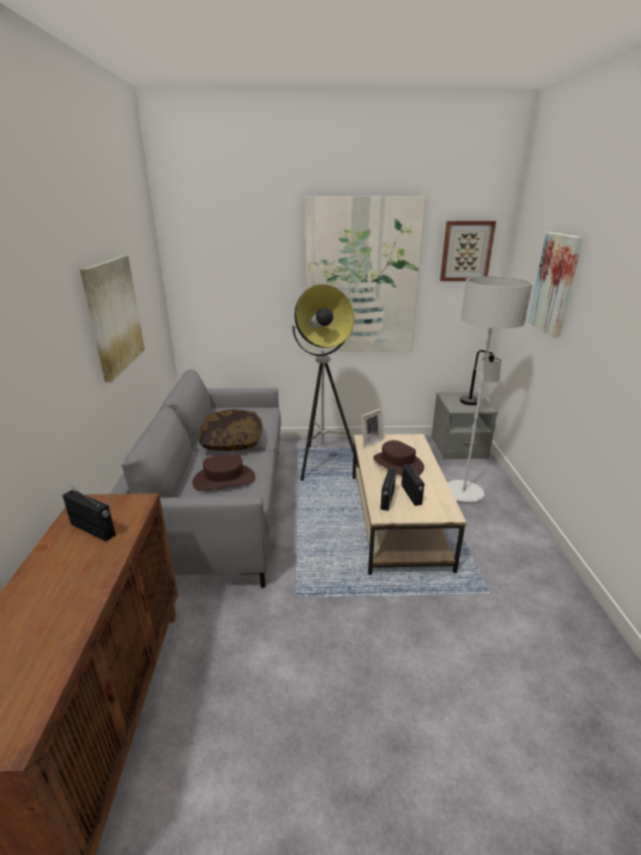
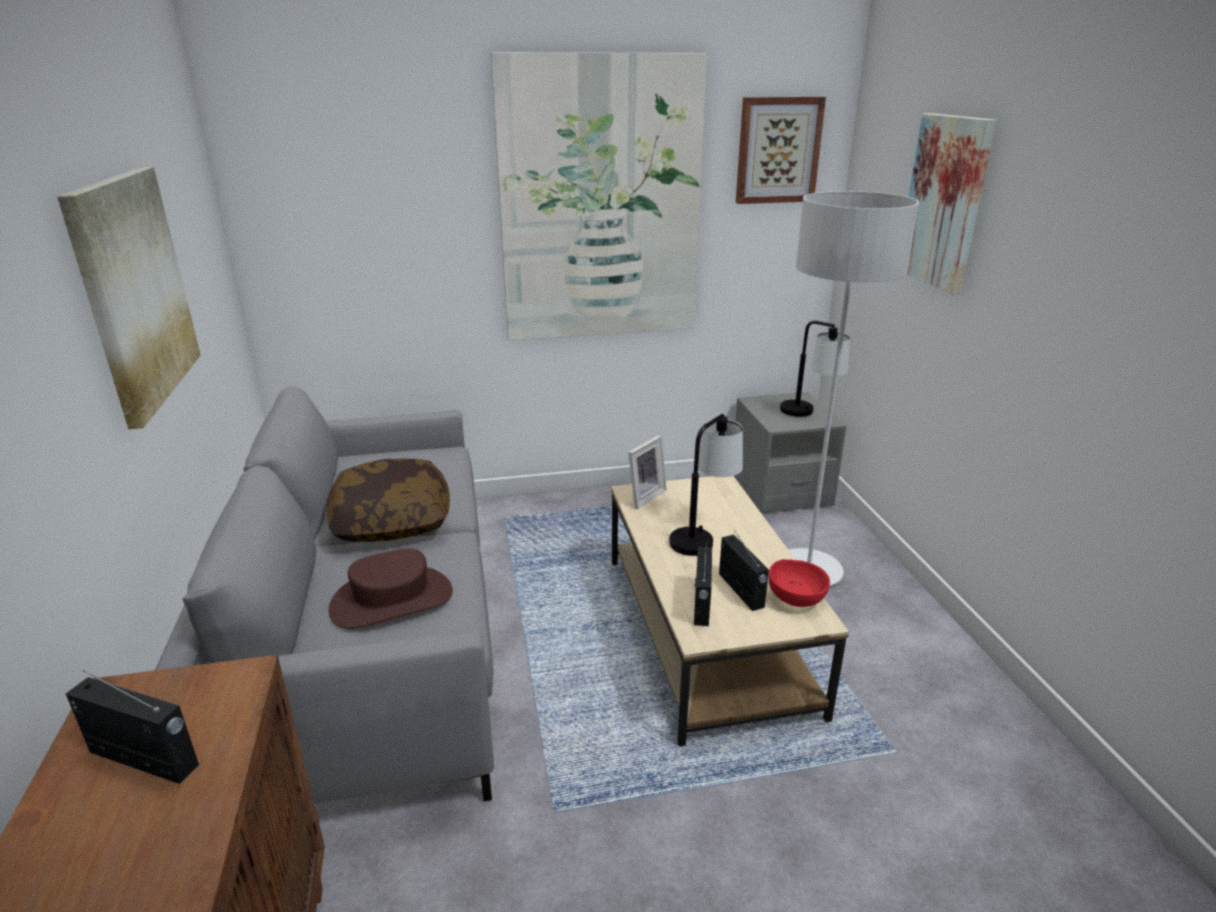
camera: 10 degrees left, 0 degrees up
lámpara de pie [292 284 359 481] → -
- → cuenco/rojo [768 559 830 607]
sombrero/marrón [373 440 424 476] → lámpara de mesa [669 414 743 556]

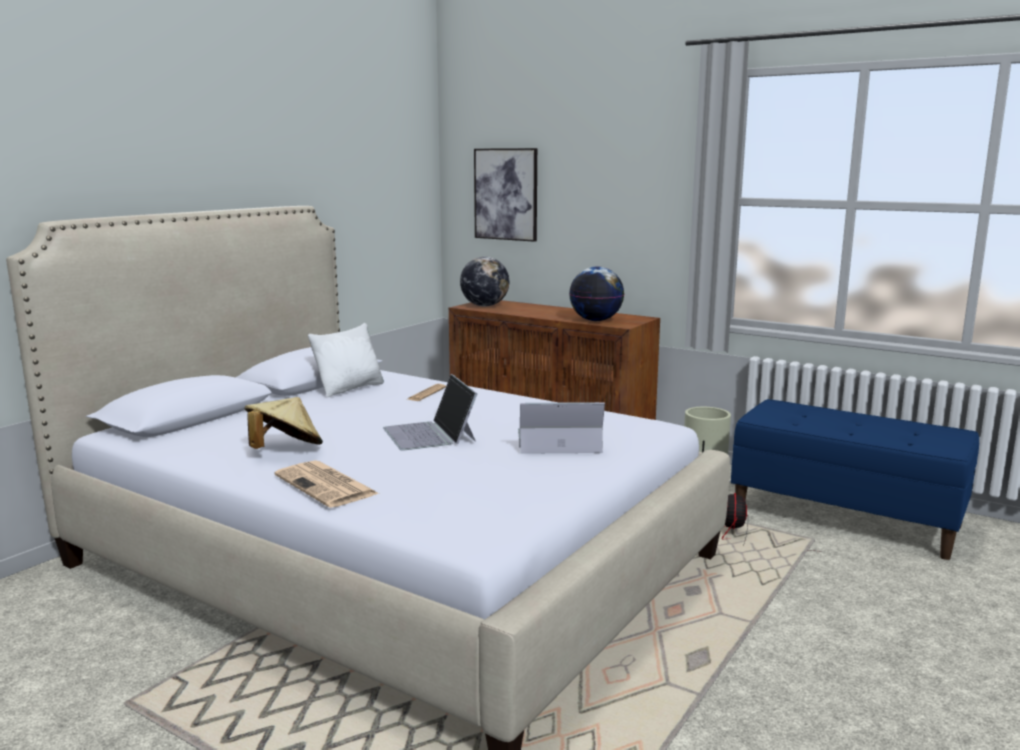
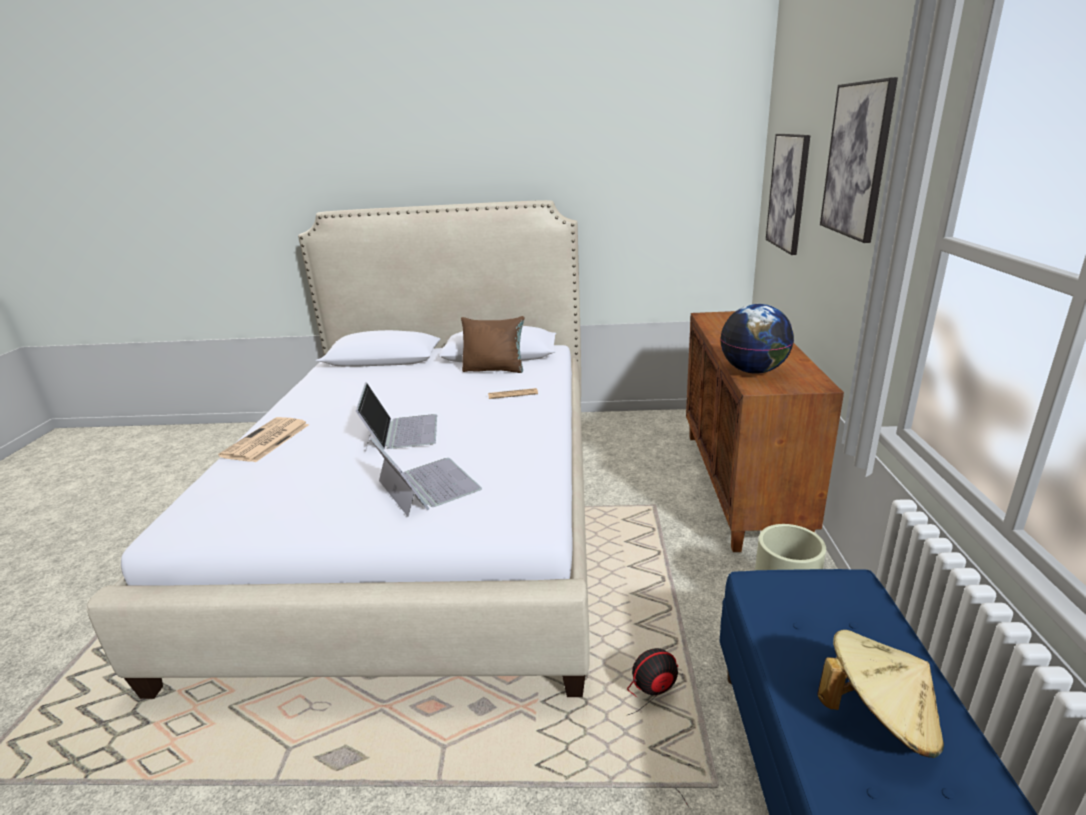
camera: 60 degrees right, 10 degrees up
globo terráqueo [460 257 509 306] → -
- → cuadro [820 77 898 243]
sombrero/beis [245 397 323 449] → sombrero/beis [817 630 944 758], move
cojín/blanco [308 323 384 397] → cojín/marrón [461 316 524 373]
portátil [383 374 477 451] → portátil [356 382 437 452], 135 degrees clockwise

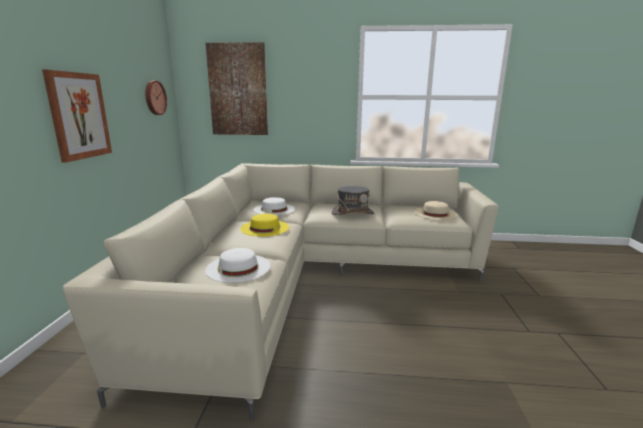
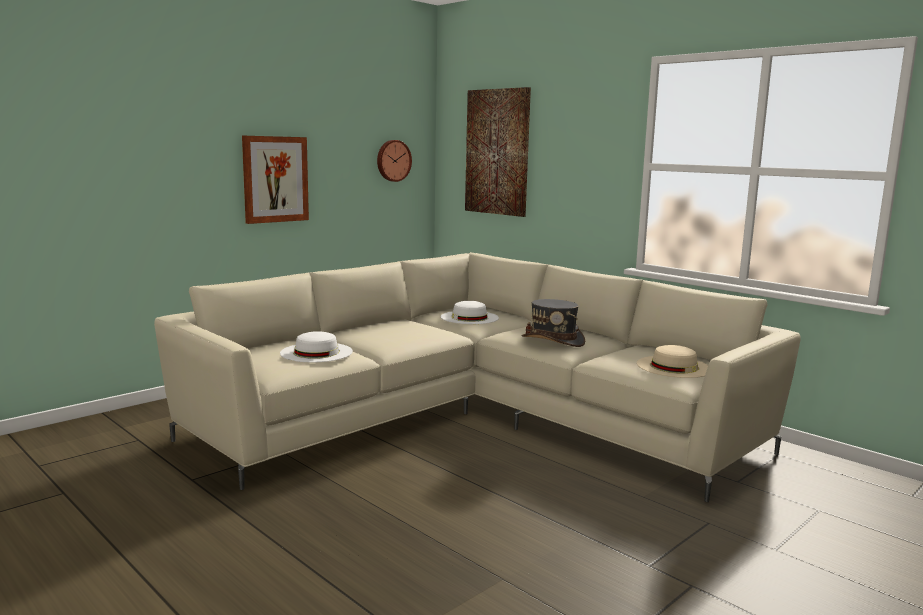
camera: 40 degrees right, 5 degrees down
sombrero/amarillo [240 213 289 237] → -

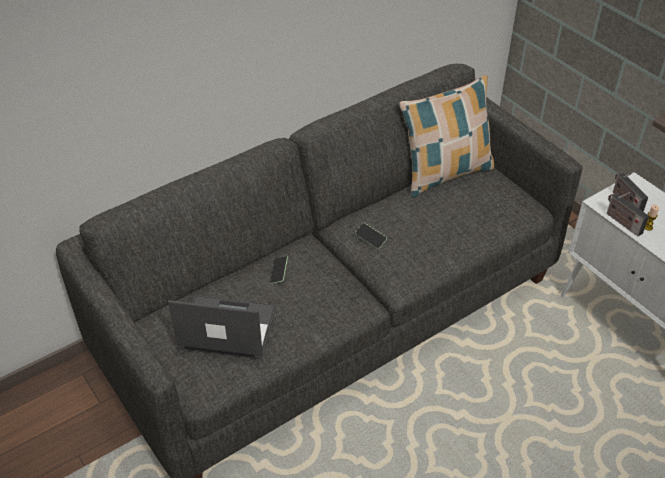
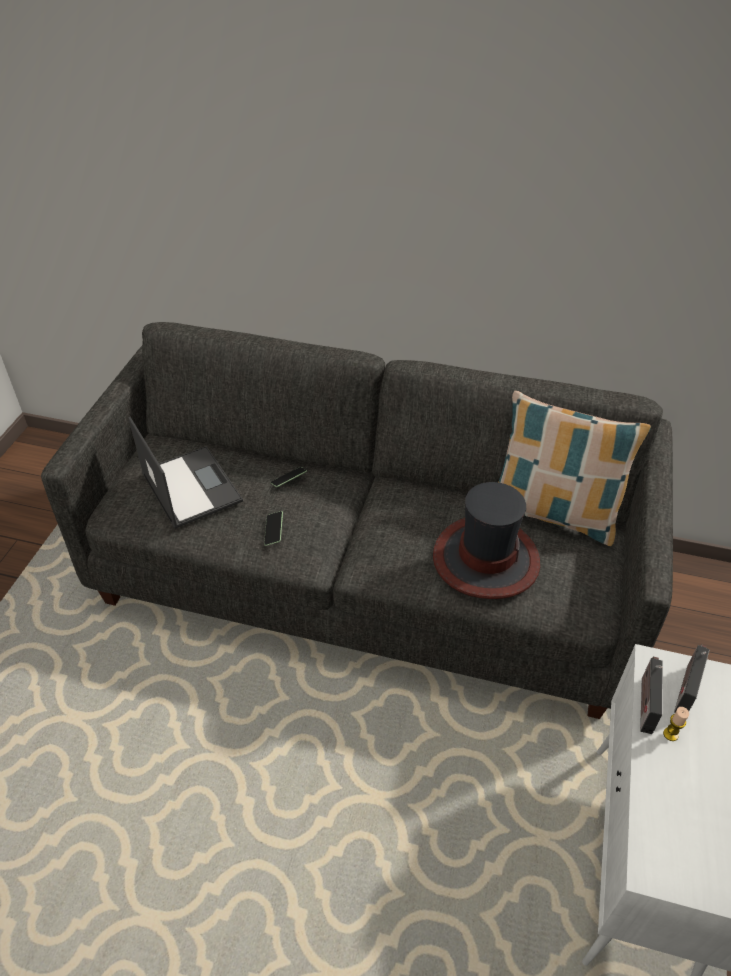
camera: 50 degrees right, 0 degrees up
- → sombrero [433 482 540 599]
móvil [355 223 387 249] → móvil [264 511 283 546], move

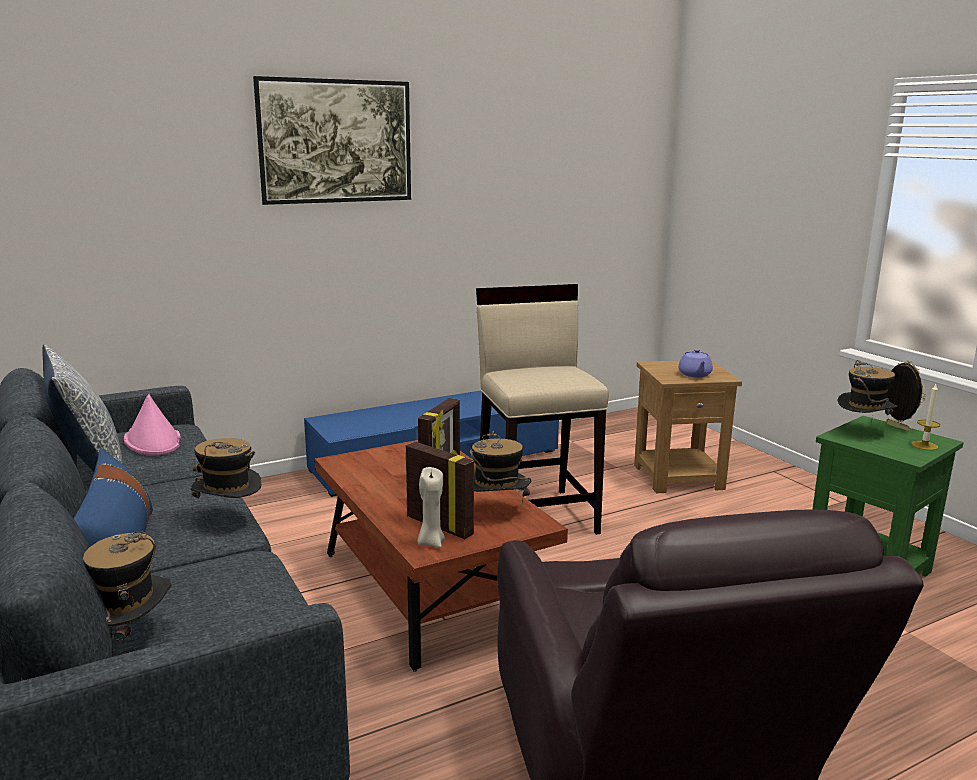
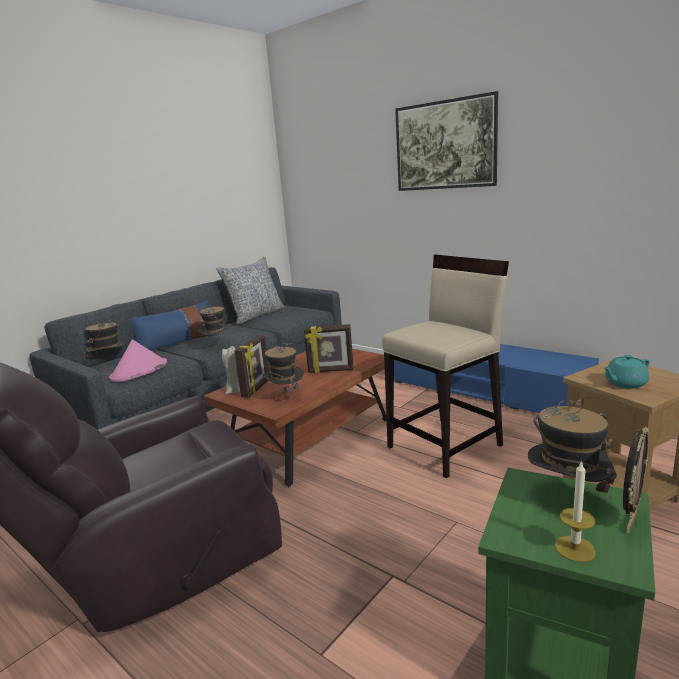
camera: 70 degrees right, 0 degrees up
sombrero/rosa [124 394 181 456] → sombrero/rosa [109 339 167 382], move
tetera/morado [678 349 713 377] → tetera/turquesa [603 355 650 389]

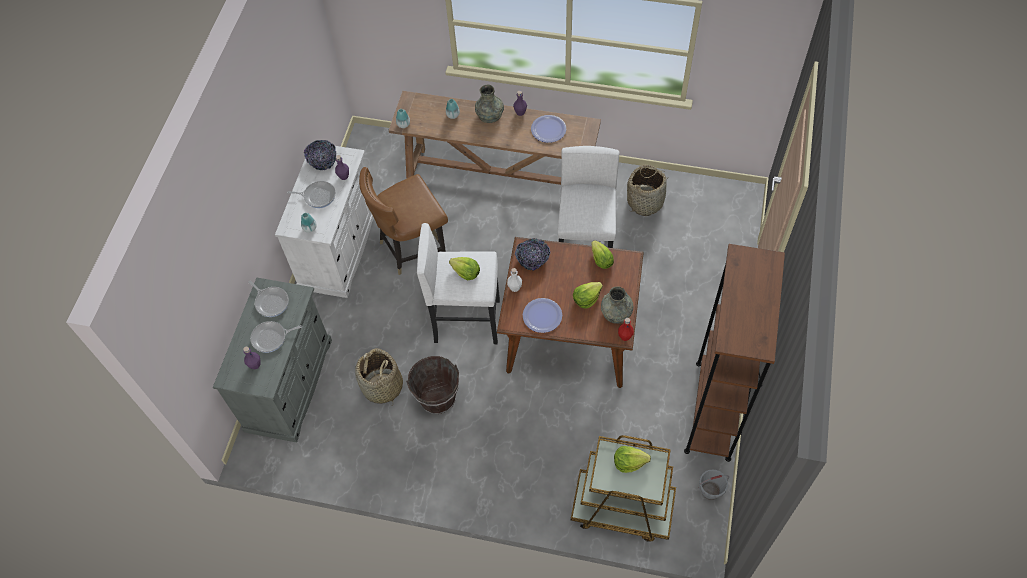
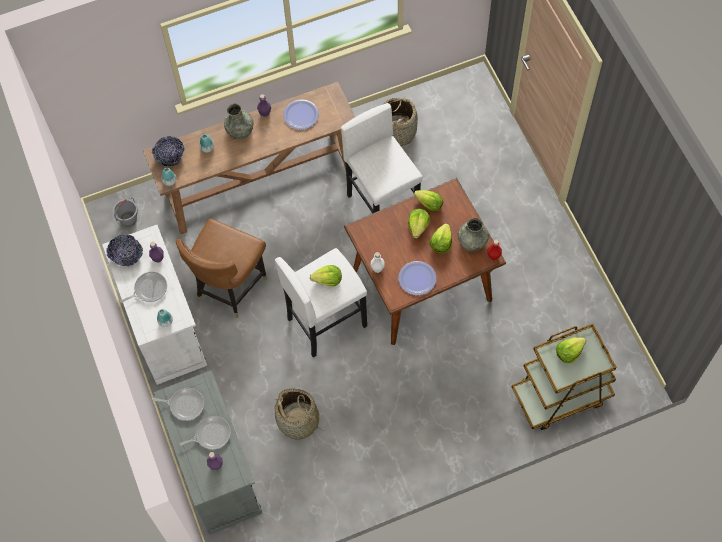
camera: 35 degrees left, 5 degrees up
cubo/marrón [406 356 459 414] → -
estantería/marrón [684 244 785 462] → -
- → lechuga [408 209 430 239]
cuenco [515 238 550 271] → cuenco [152 136 185 166], move
cubo/gris [699 469 729 500] → cubo/gris [113 197 138 227], move
sartén [250 321 302 353] → sartén [179 416 231 450], 150 degrees counterclockwise

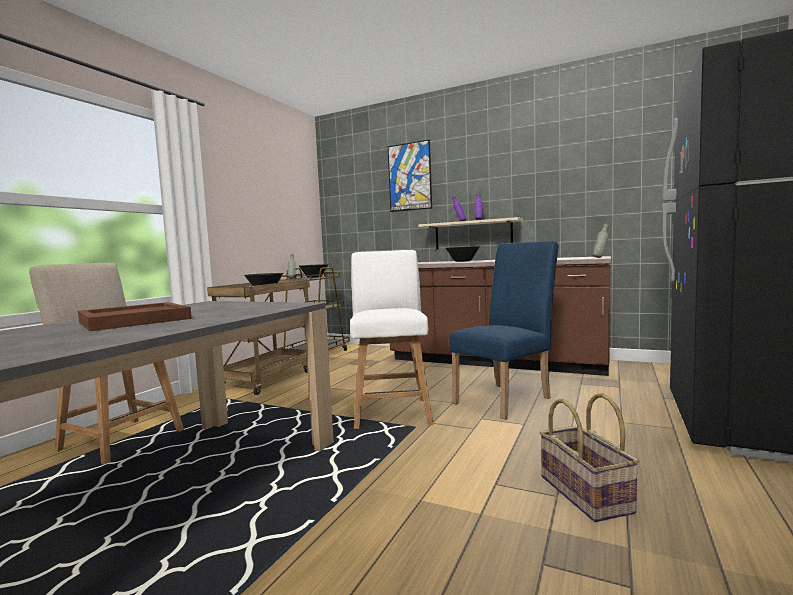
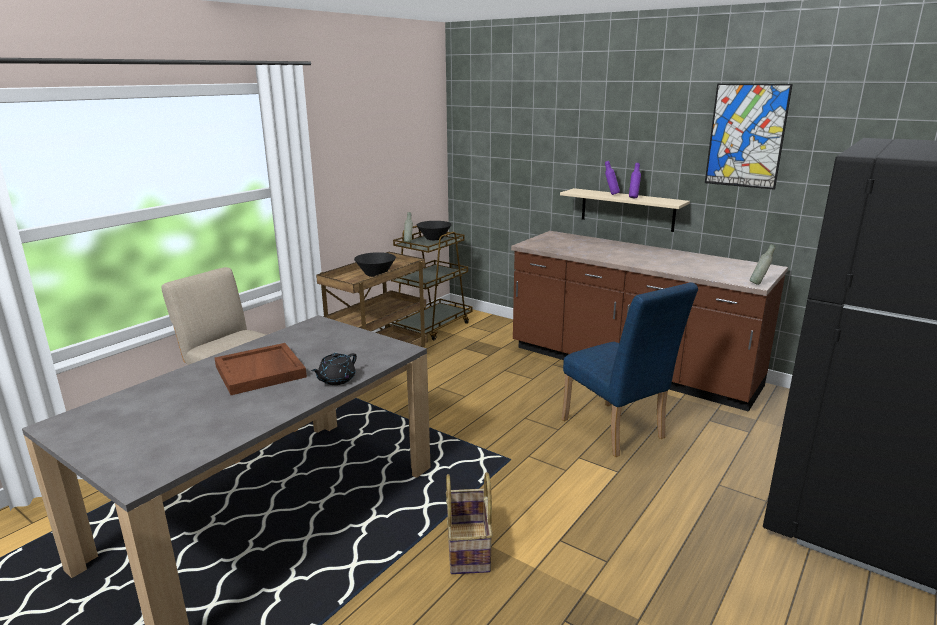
camera: 10 degrees right, 15 degrees up
silla/blanco [350 250 434 429] → -
cuenco/negro [446 246 480 262] → -
- → tetera/negro [311 353 357 385]
cuadro [388 140 432 212] → cuadro [705 84 793 190], move
cesta [540 393 639 522] → cesta [446 472 493 574], move
silla/azul [449 241 559 420] → silla/azul [562 282 698 457], 90 degrees clockwise

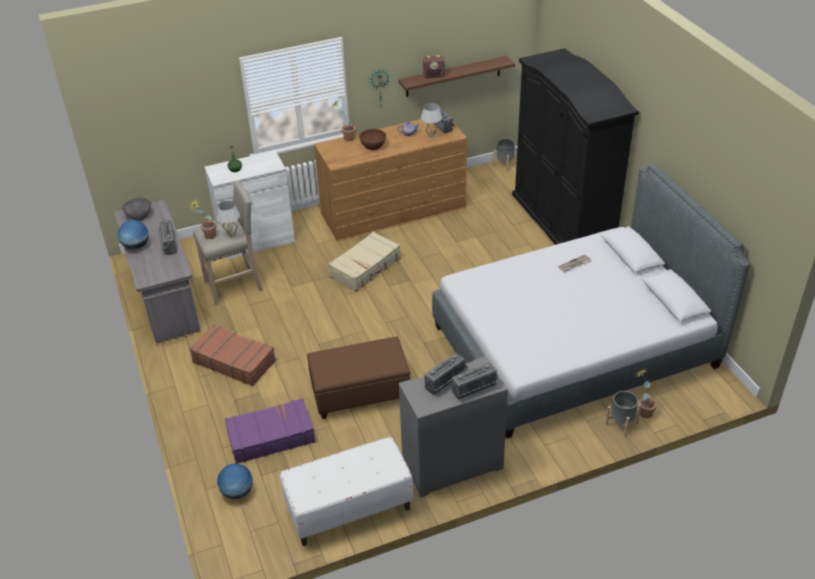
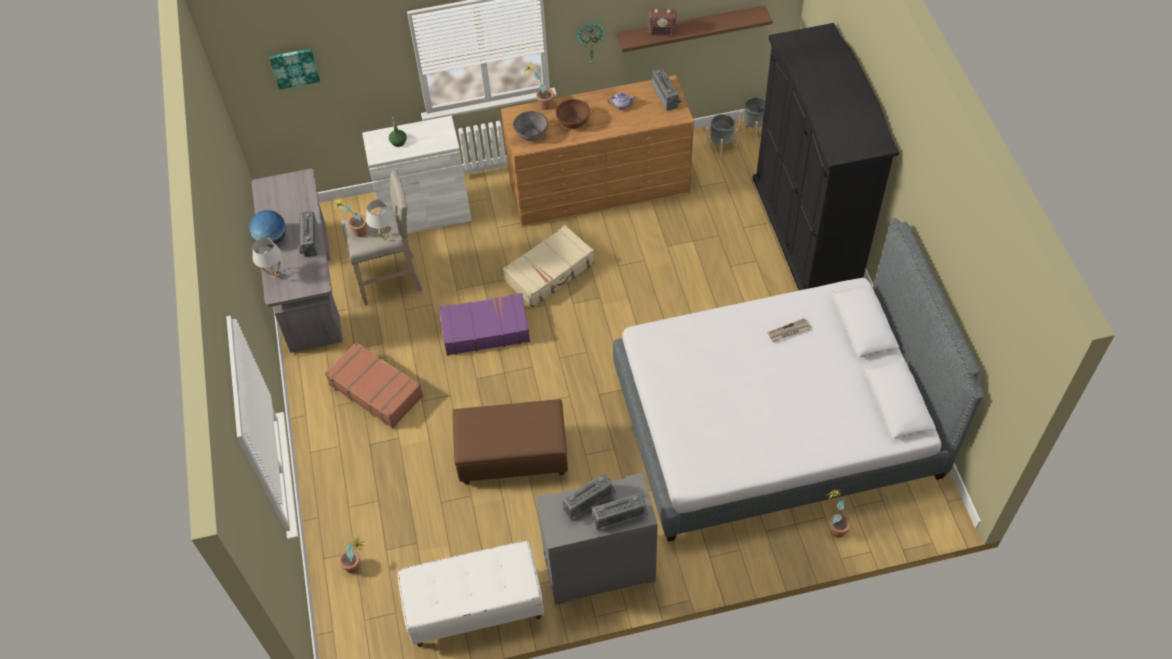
camera: 10 degrees right, 15 degrees up
- → cuadro [269 49 320 89]
cuenco/gris [122 198 151 221] → cuenco/gris [513 111 548 141], move
maleta/morado [225 398 316 463] → maleta/morado [439 293 530 356], move
lámpara de mesa/blanco [421 103 442 140] → lámpara de mesa/blanco [253 238 282 278], move
maceta/gris [605 391 642 436] → maceta/gris [705 114 739 158], move
globo terráqueo [217 463 253 499] → planta en maceta [339 535 365 574]

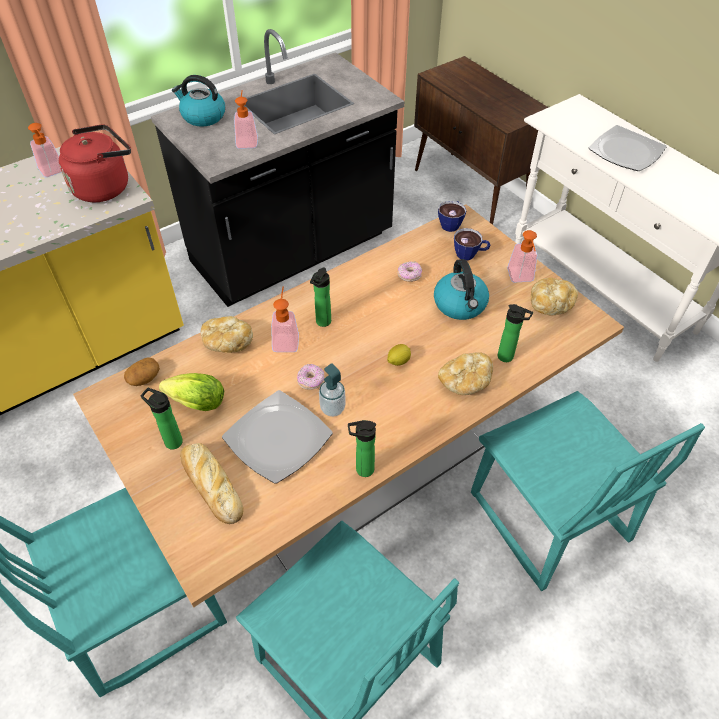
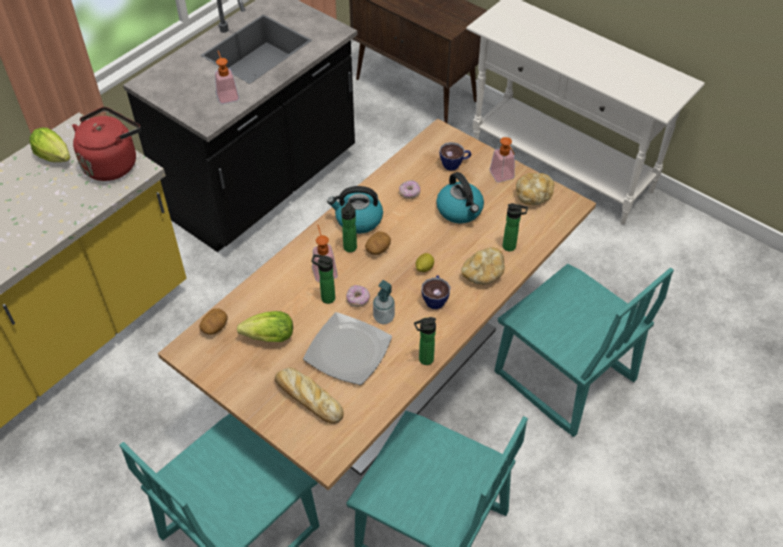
camera: 15 degrees left, 0 degrees up
pan [201 316 253 353] → -
plato [589 125 667 171] → -
- → patata [365 232 391 255]
botella [141 388 183 450] → botella [311 254 335 304], move
hervidor [172 75 225 127] → hervidor [327 186 383 234], move
taza [438 201 466 232] → taza [421 275 450 309], move
dispensador de jabón [28 123 61 177] → lechuga [29 127 70 162]

